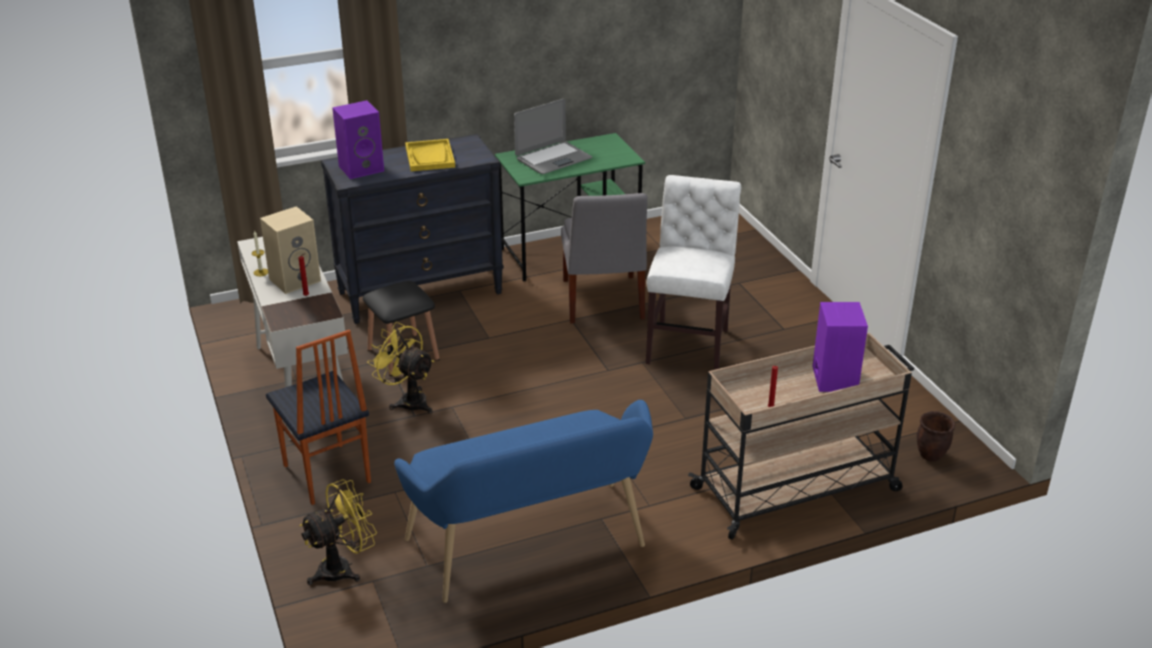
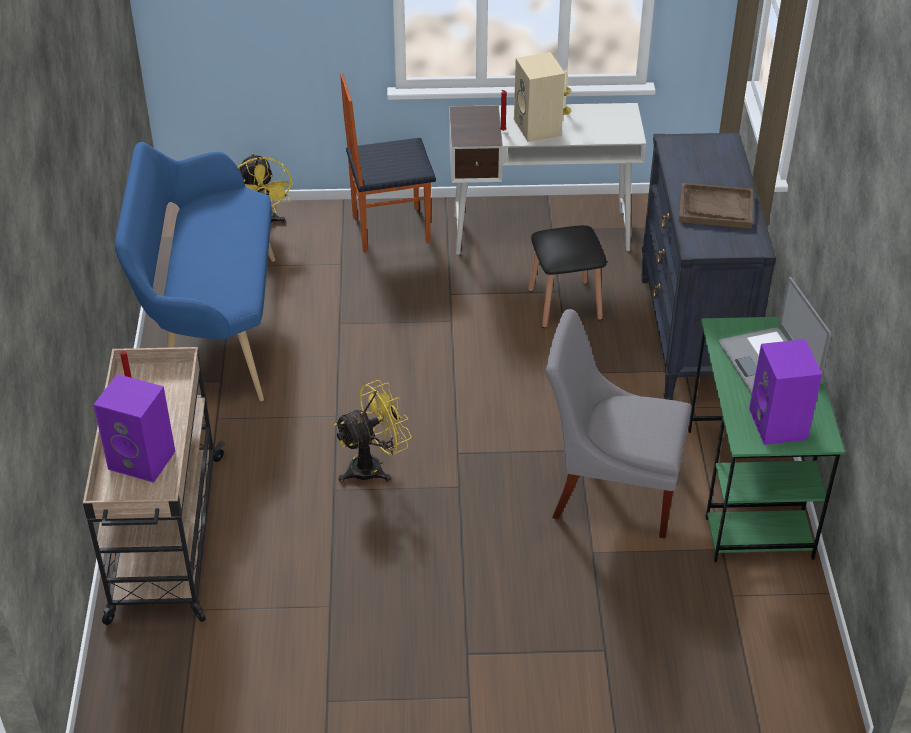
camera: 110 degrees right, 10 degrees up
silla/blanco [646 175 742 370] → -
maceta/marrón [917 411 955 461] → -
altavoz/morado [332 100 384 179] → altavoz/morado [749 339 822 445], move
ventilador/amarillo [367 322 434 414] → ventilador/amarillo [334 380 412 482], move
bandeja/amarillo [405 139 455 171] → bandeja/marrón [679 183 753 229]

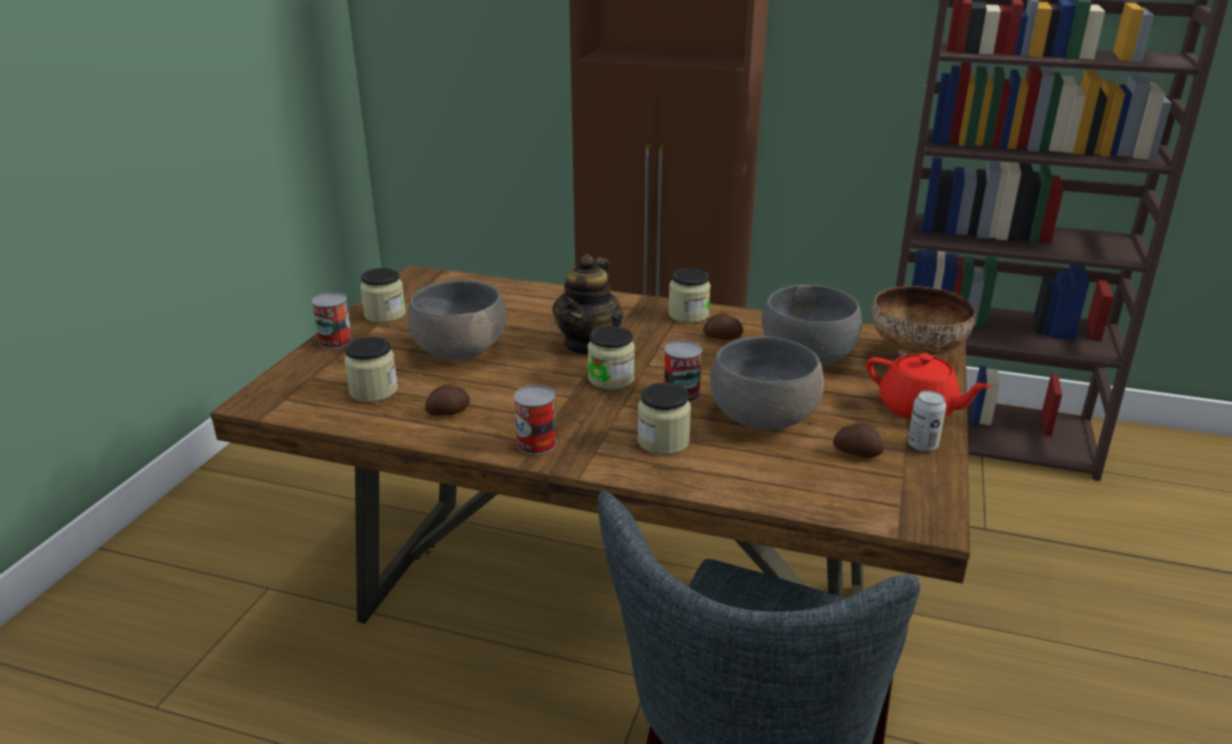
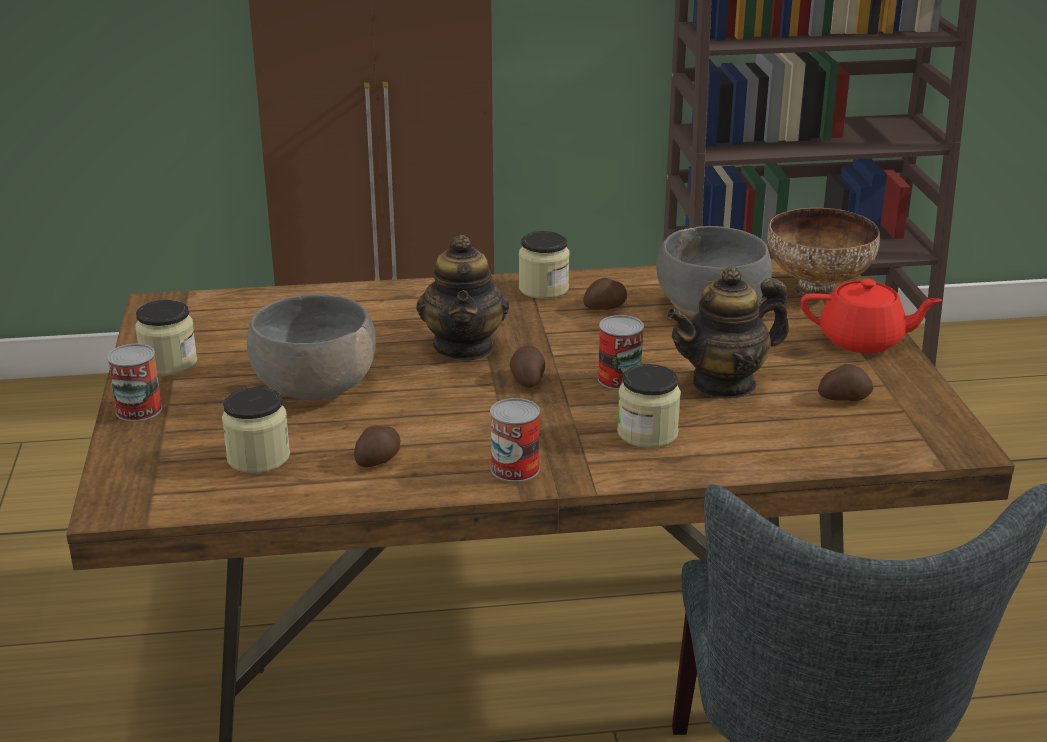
camera: 25 degrees left, 0 degrees up
lata [908 391 946 452] → -
tarro [588 326 635 390] → patata [510 345 545 388]
cuenco/gris [710 336 824 430] → tetera [667 267 789 399]

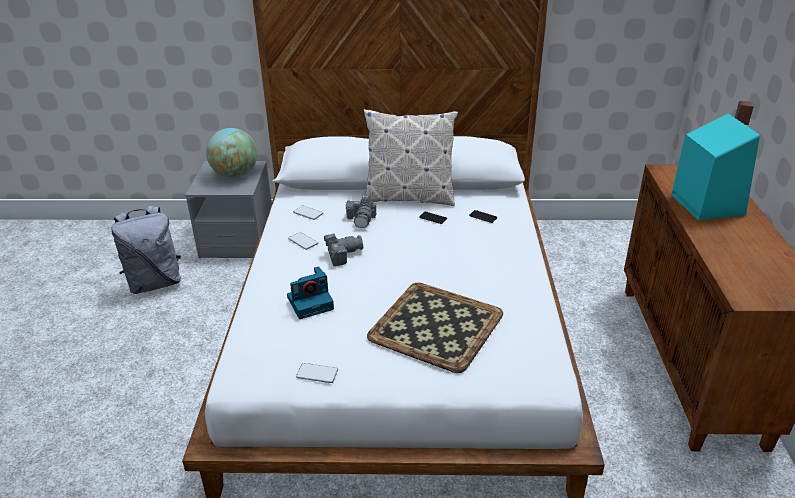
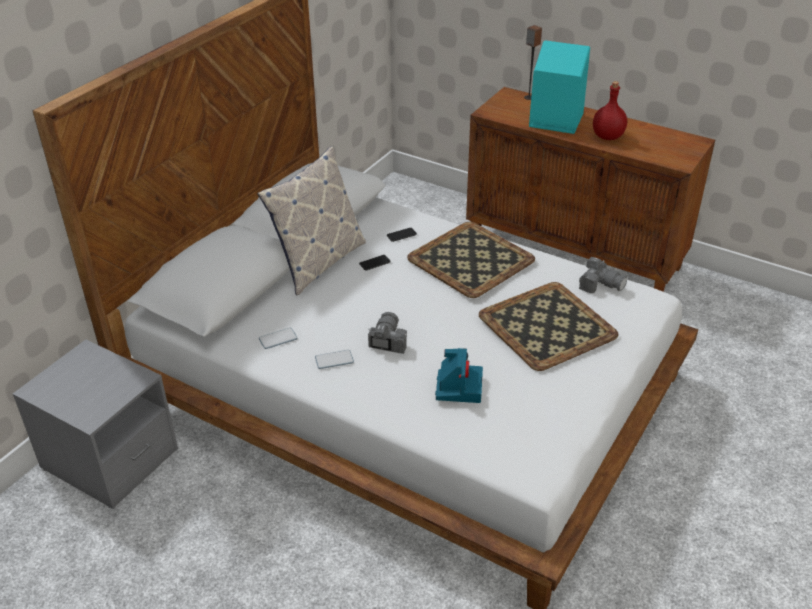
camera: 60 degrees left, 5 degrees up
mochila/gris [111 206 181 294] → -
globo terráqueo [206 128 257 178] → -
móvil [296 363 338 383] → -
- → bandeja [407 222 535 298]
- → botella/rojo [593 81 627 140]
cámara [346 194 376 228] → cámara [579 257 627 293], move

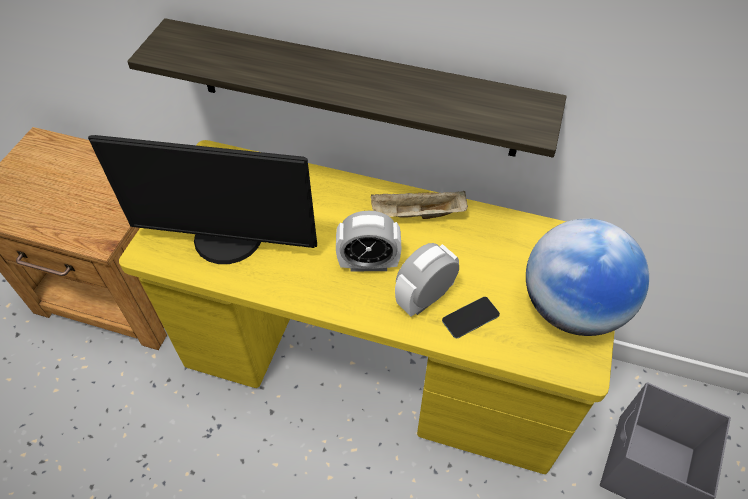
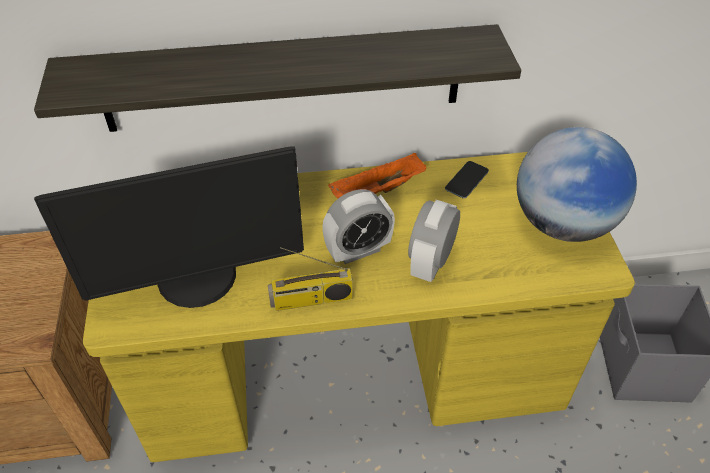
camera: 25 degrees left, 5 degrees down
- → radio [268 247 353 311]
móvil [442 297 500 338] → móvil [445 161 489 198], move
bandeja/beis [371 190 468 219] → bandeja/naranja [328 152 426 198]

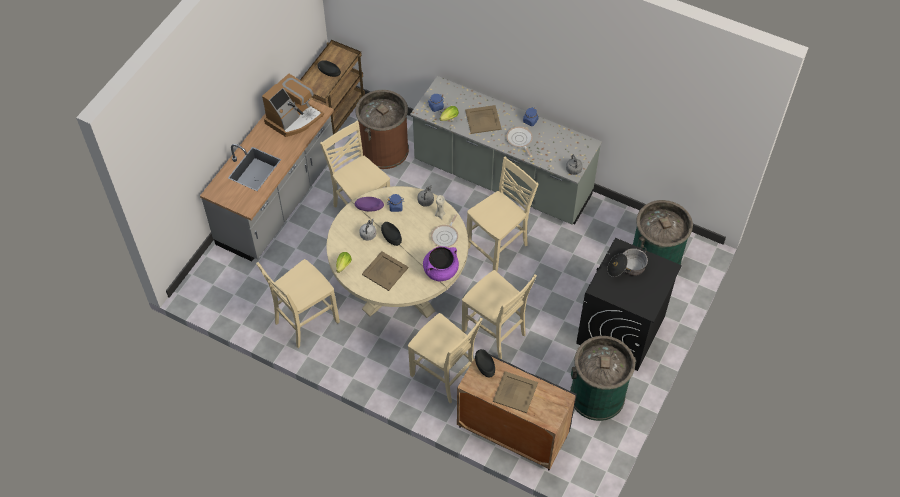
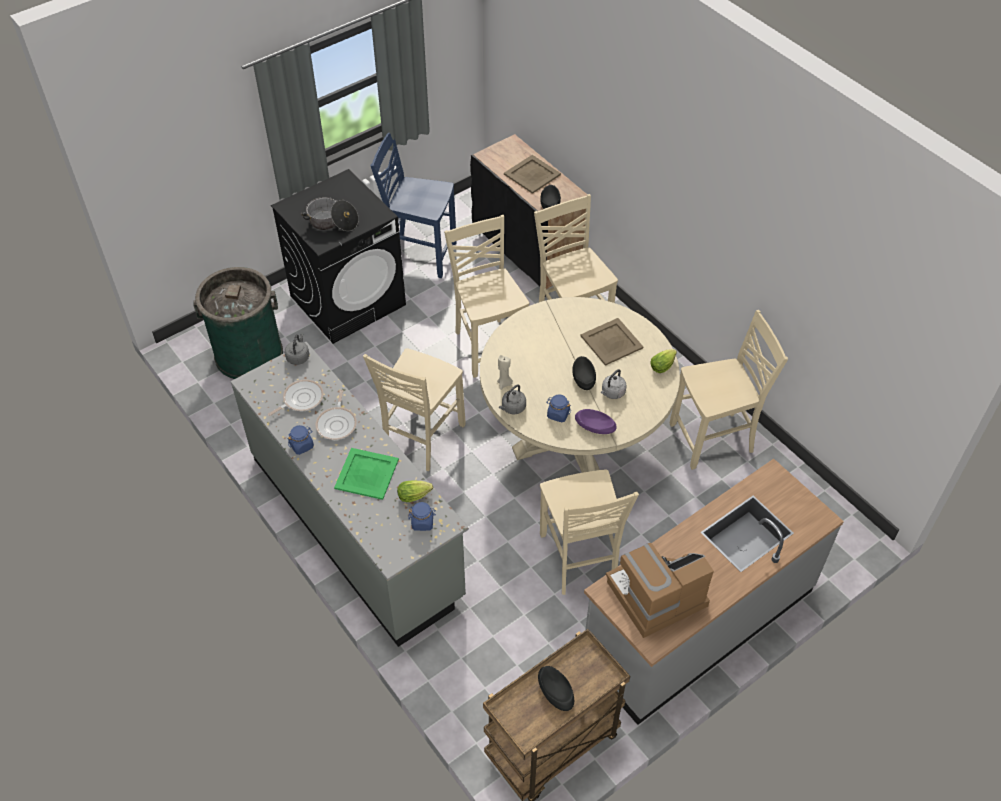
camera: 155 degrees left, 5 degrees down
papelera/marrón [355 90 409 169] → -
olla/morado [423 246 459 281] → -
sartén [431 215 458 247] → sartén [268 380 324 416], move
papelera/verde [570 336 636 421] → silla/azul [371 133 457 278]
bandeja/beis [465 105 502 134] → bandeja/verde [334 448 399 500]
silla/beis [467 157 539 272] → silla/beis [363 348 466 471], 45 degrees counterclockwise

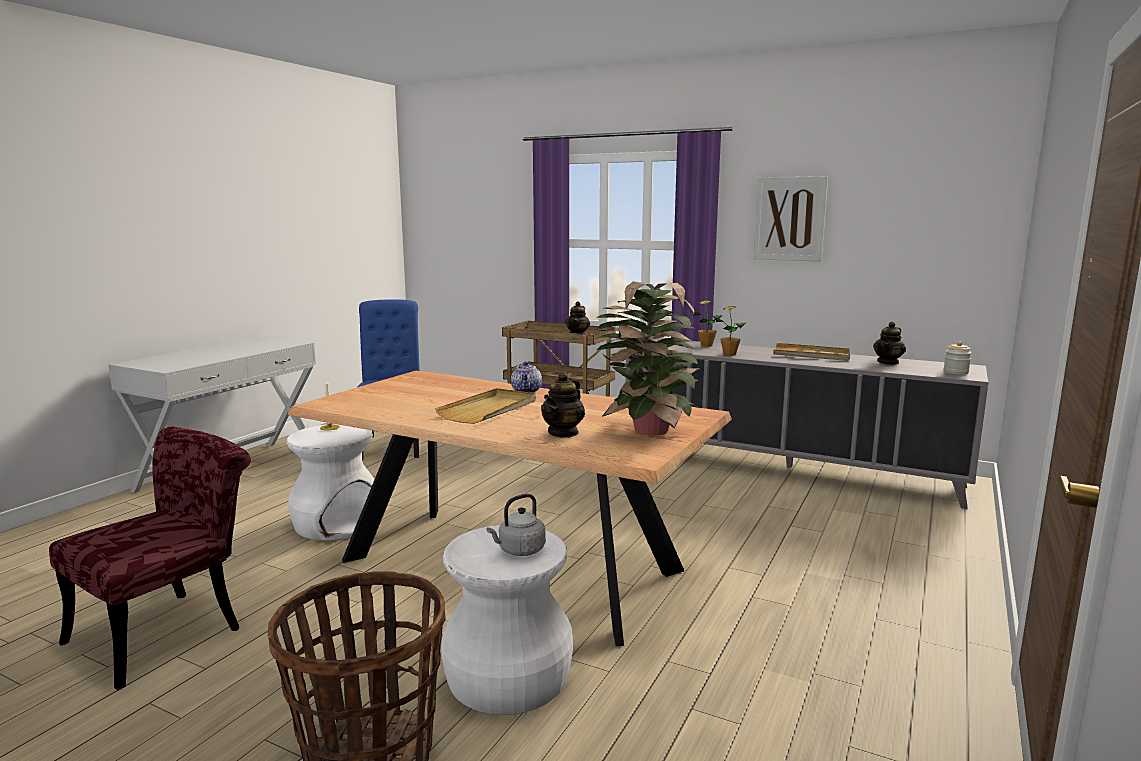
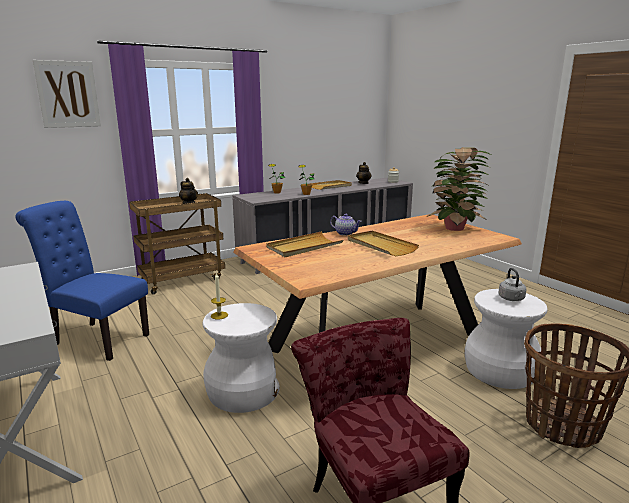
camera: 60 degrees left, 5 degrees up
tetera [541 372 585 438] → -
- → bandeja/beis [266 231 343 257]
cuadro [753 176 828 261] → cuadro [33 60 101 128], move

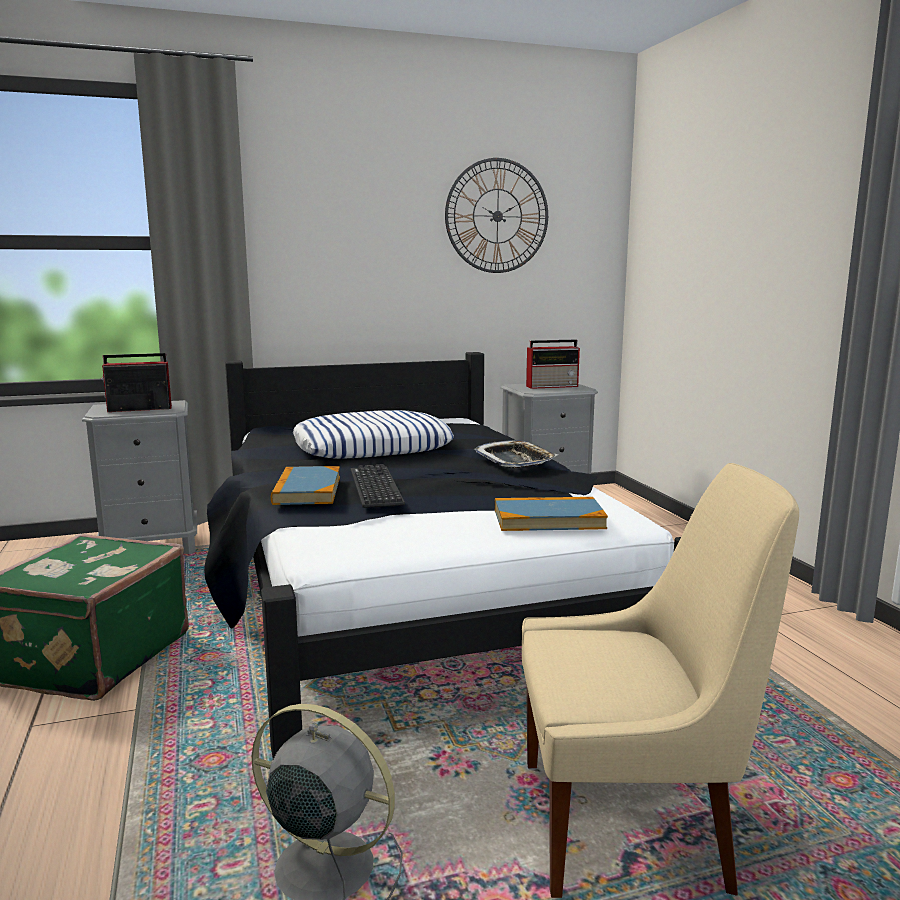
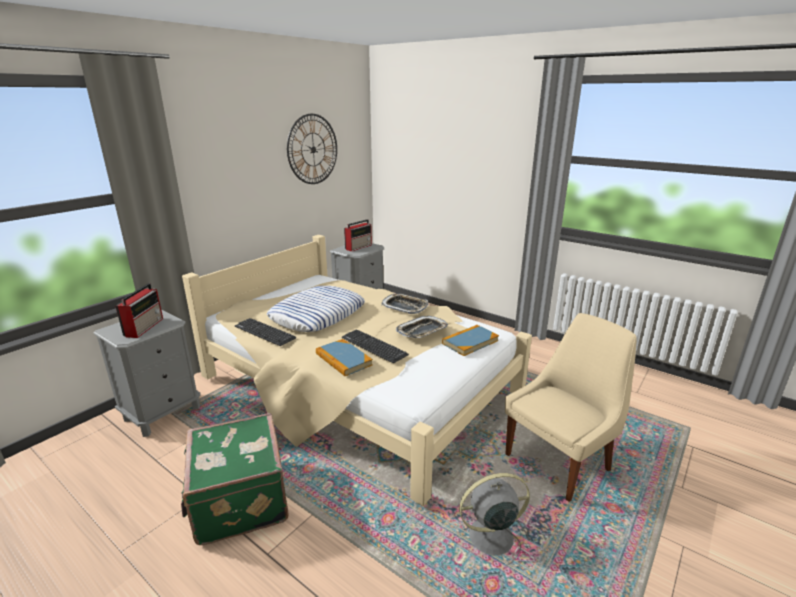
camera: 35 degrees left, 10 degrees up
- → teclado [235 318 296 346]
- → bandeja [396 316 448 338]
cama/negro [204 352 681 759] → cama/beis [182 235 532 506]
radio [101 353 172 412] → radio [115 283 163 338], 150 degrees clockwise

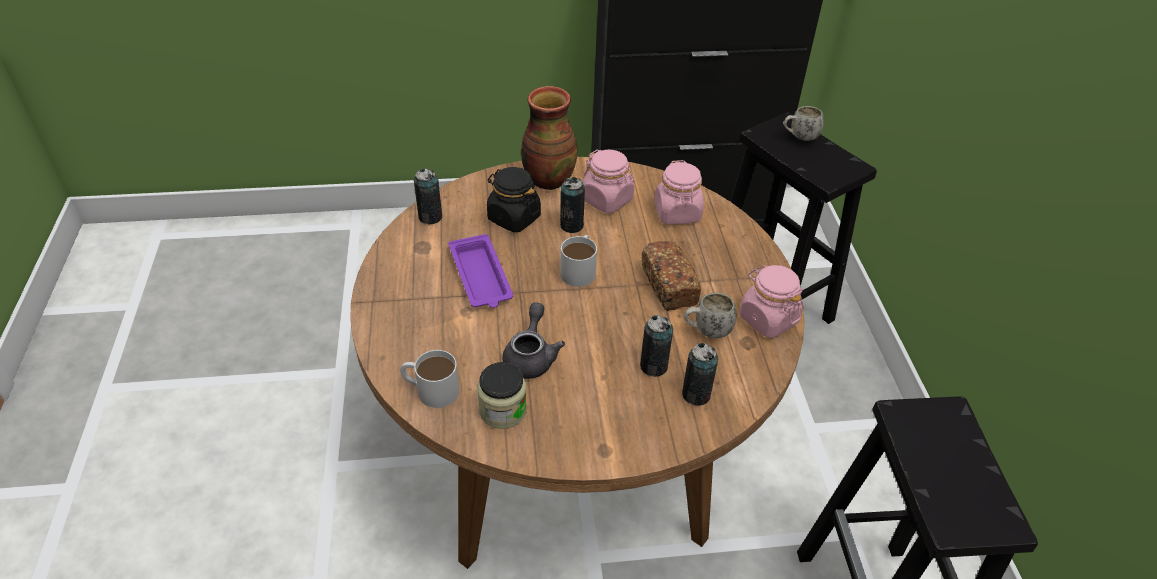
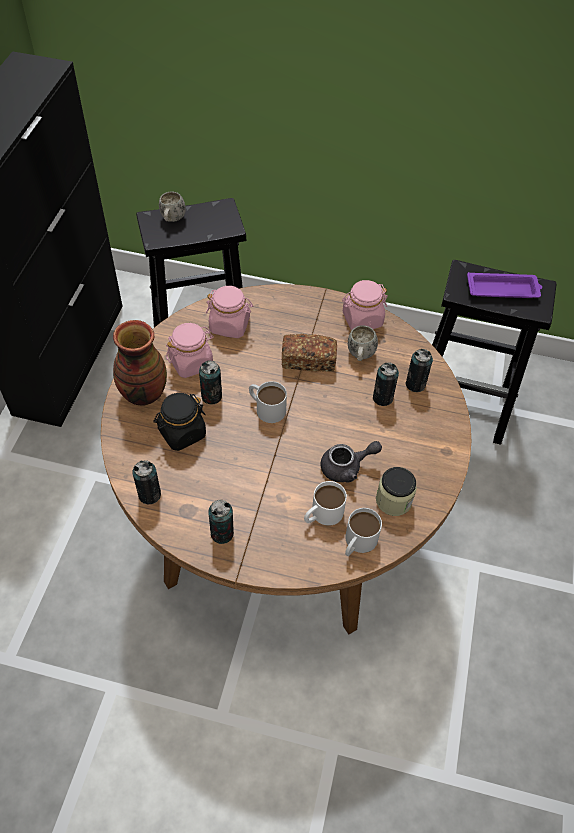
camera: 70 degrees left, 10 degrees up
- → lata [208 500 234 544]
- → taza grande/blanco [304 481 347 526]
bandeja/morado [449 234 513 308] → bandeja/morado [467 272 542 298], move
tetera/gris [502 302 565 379] → tetera/gris [320 441 382 482], 135 degrees clockwise

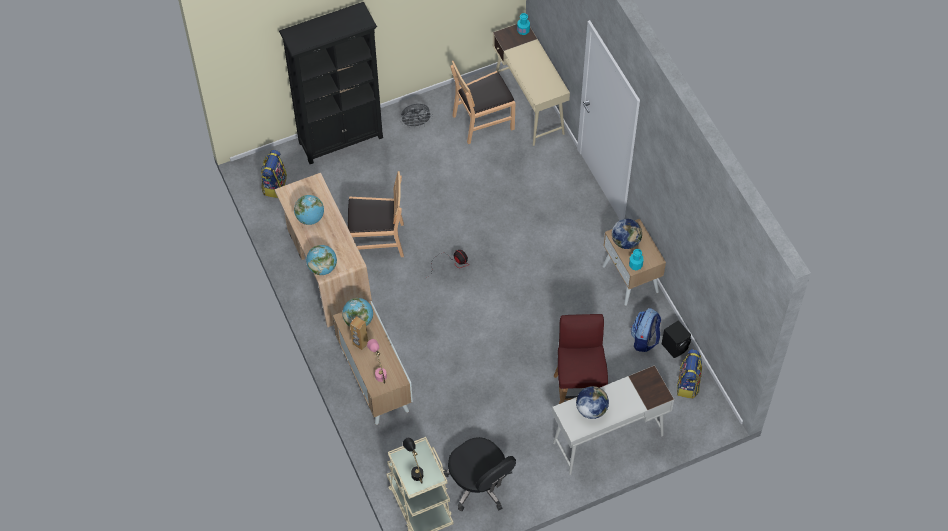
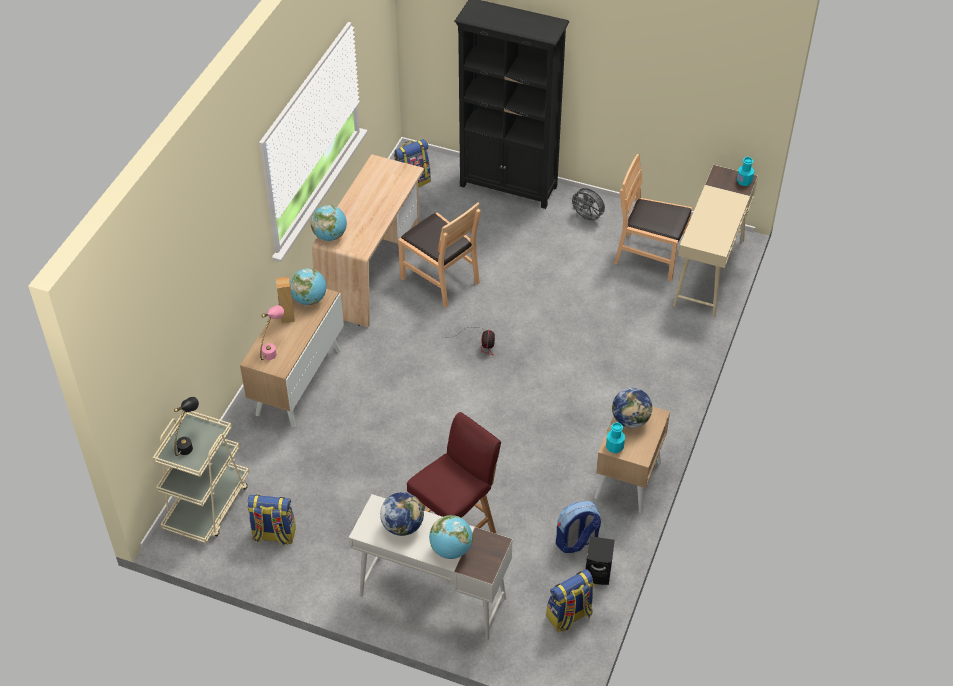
camera: 45 degrees right, 10 degrees down
globo terráqueo [294 195 324 225] → globo terráqueo [429 515 473 559], move
silla de oficina/negro [444 437 516 511] → mochila [248 495 296 546]

